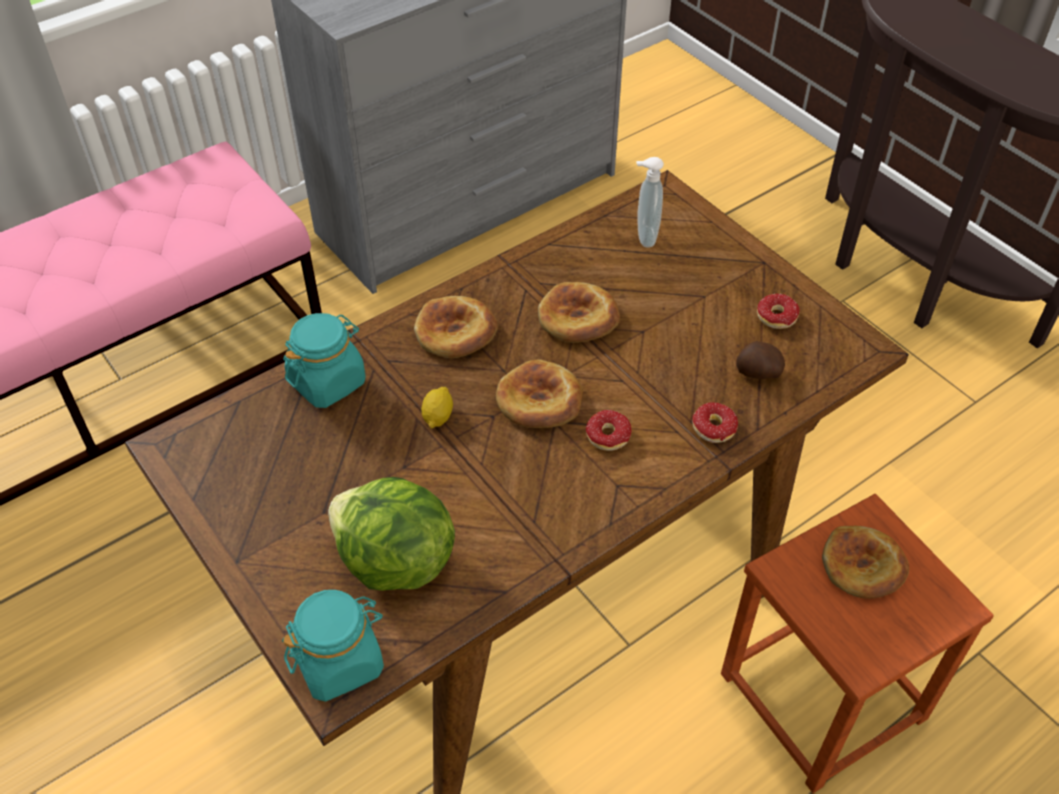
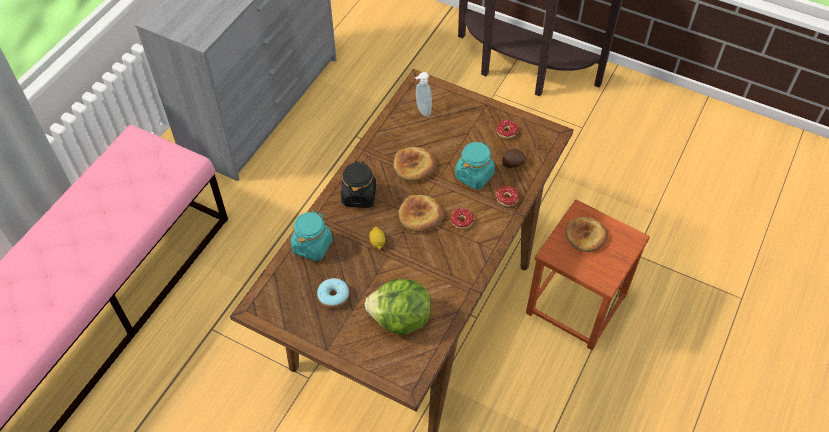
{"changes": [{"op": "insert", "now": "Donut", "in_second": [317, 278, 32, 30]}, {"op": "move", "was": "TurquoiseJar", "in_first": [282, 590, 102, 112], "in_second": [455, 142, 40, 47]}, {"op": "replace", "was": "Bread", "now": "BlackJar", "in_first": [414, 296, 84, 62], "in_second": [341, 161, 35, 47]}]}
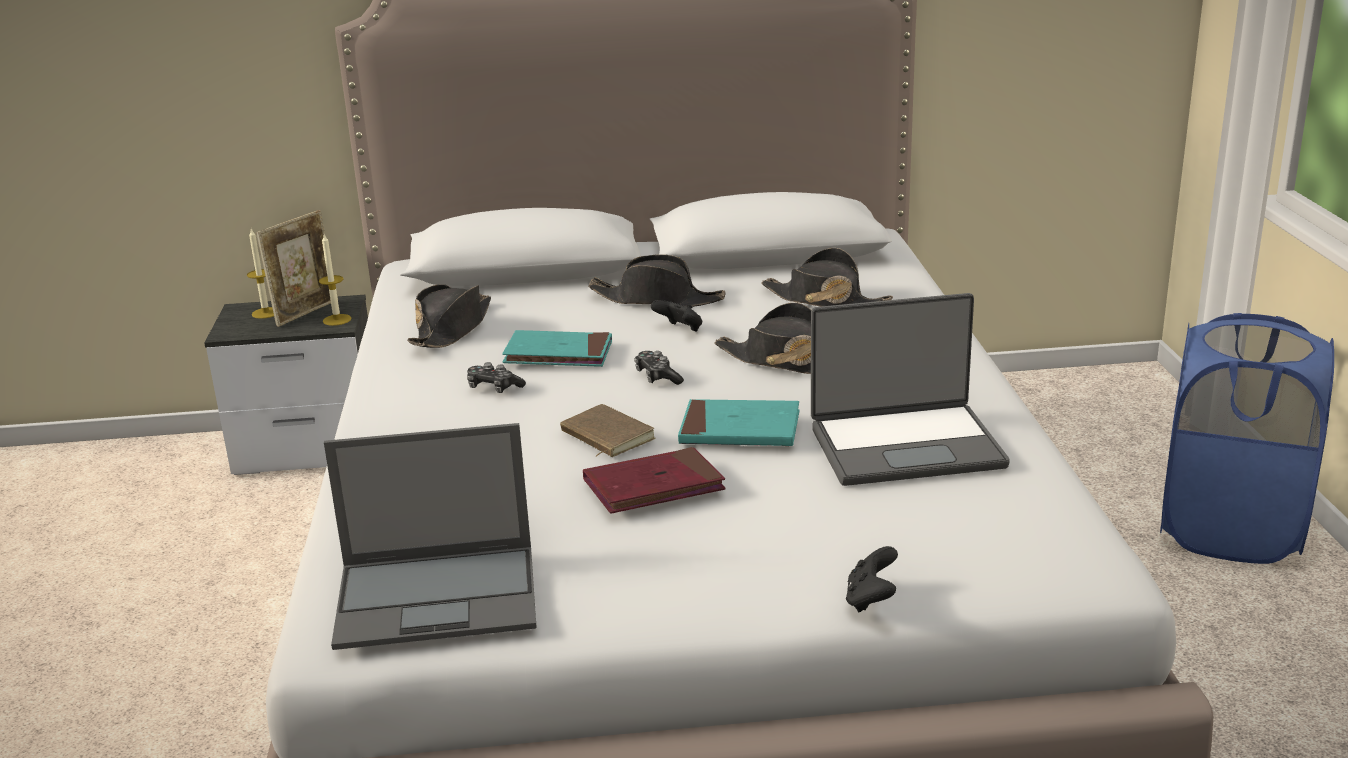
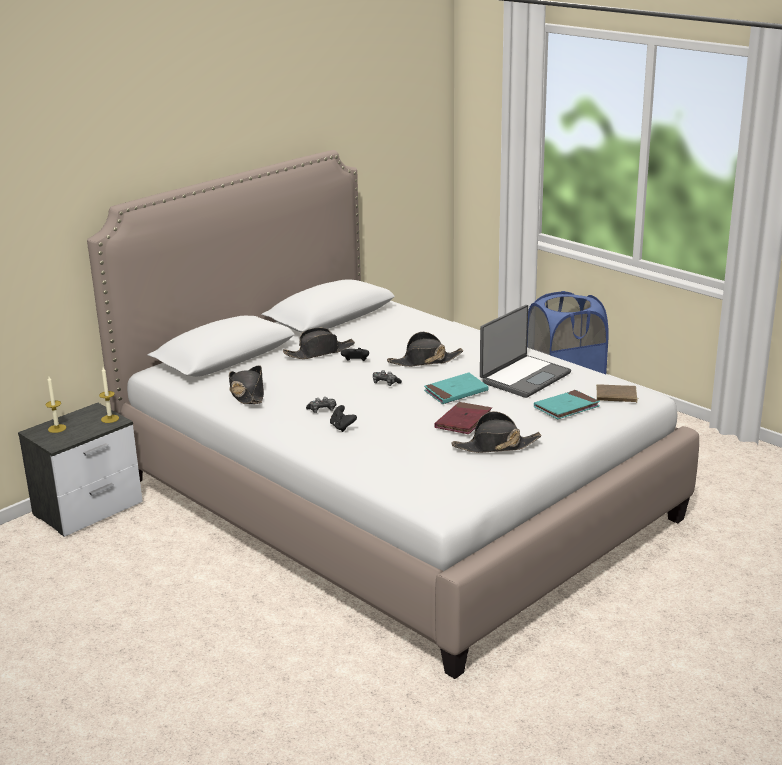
{"changes": [{"op": "delete", "was": "PictureFrame", "in_first": [256, 210, 82, 117]}, {"op": "delete", "was": "Laptop", "in_first": [324, 423, 213, 227]}, {"op": "move", "was": "TurquoiseBook", "in_first": [502, 330, 110, 37], "in_second": [534, 390, 66, 29]}, {"op": "move", "was": "BrownBook", "in_first": [560, 404, 95, 53], "in_second": [596, 384, 43, 19]}, {"op": "move", "was": "BlackHat", "in_first": [761, 248, 132, 59], "in_second": [451, 411, 91, 42]}, {"op": "move", "was": "BlackGameController", "in_first": [846, 546, 52, 66], "in_second": [330, 405, 27, 27]}]}
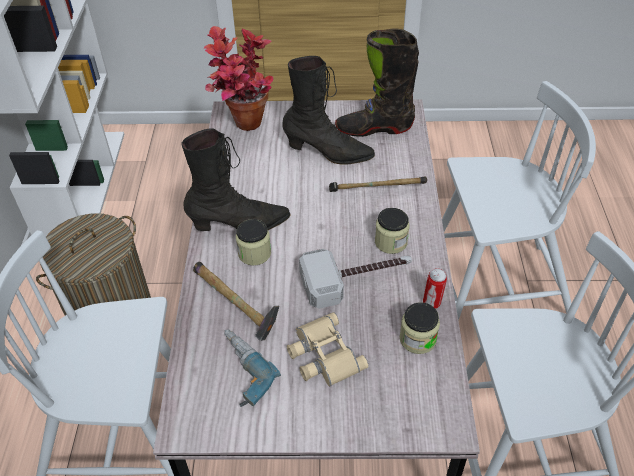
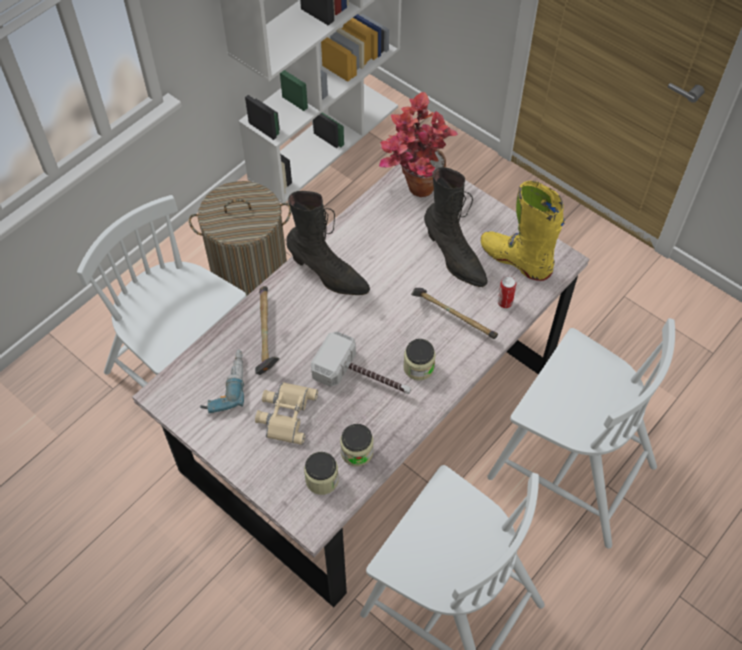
{"changes": [{"op": "move", "was": "Jar", "in_first": [236, 219, 35, 46], "in_second": [304, 452, 35, 43]}, {"op": "move", "was": "Can", "in_first": [423, 268, 24, 41], "in_second": [498, 276, 18, 32]}, {"op": "recolor", "was": "BlackBoot", "now": "YellowBoot", "in_first": [335, 29, 84, 108], "in_second": [481, 181, 84, 100]}]}
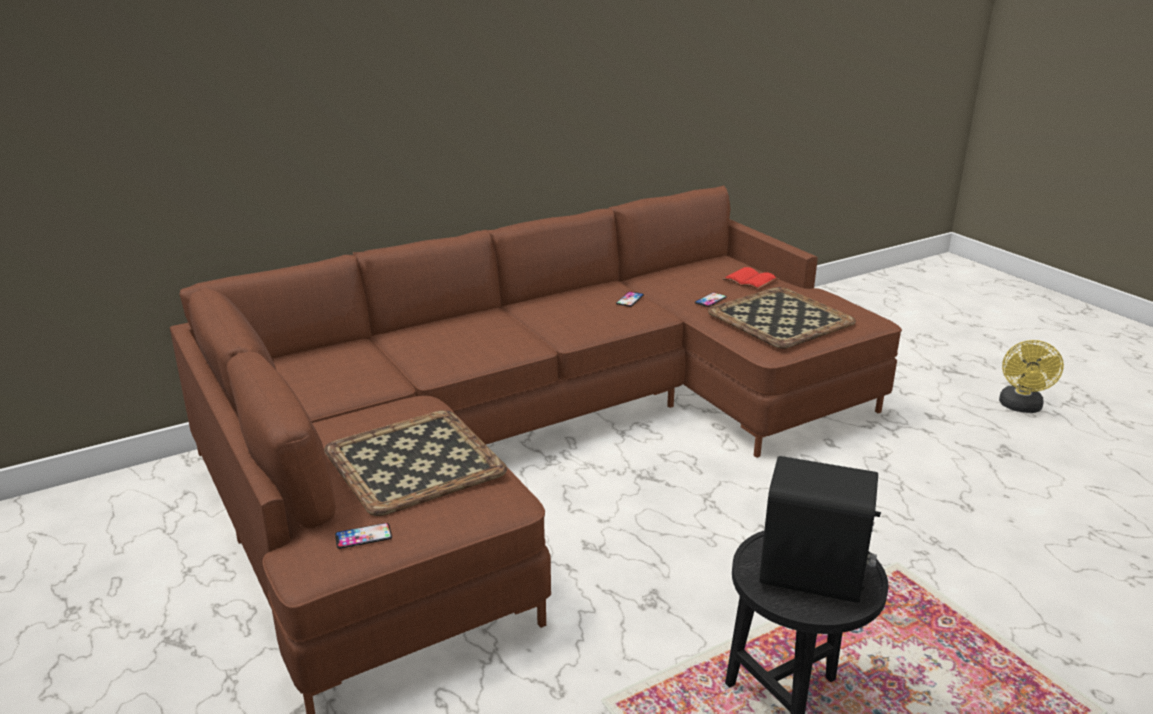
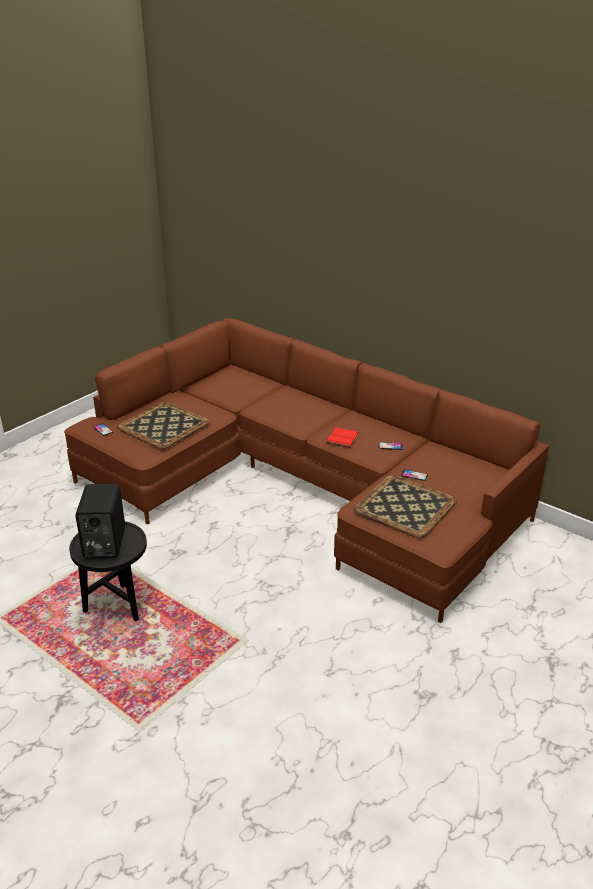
{"changes": [{"op": "delete", "was": "YellowFan", "in_first": [999, 340, 65, 73]}, {"op": "move", "was": "RedBook", "in_first": [723, 267, 55, 23], "in_second": [326, 428, 34, 20]}]}
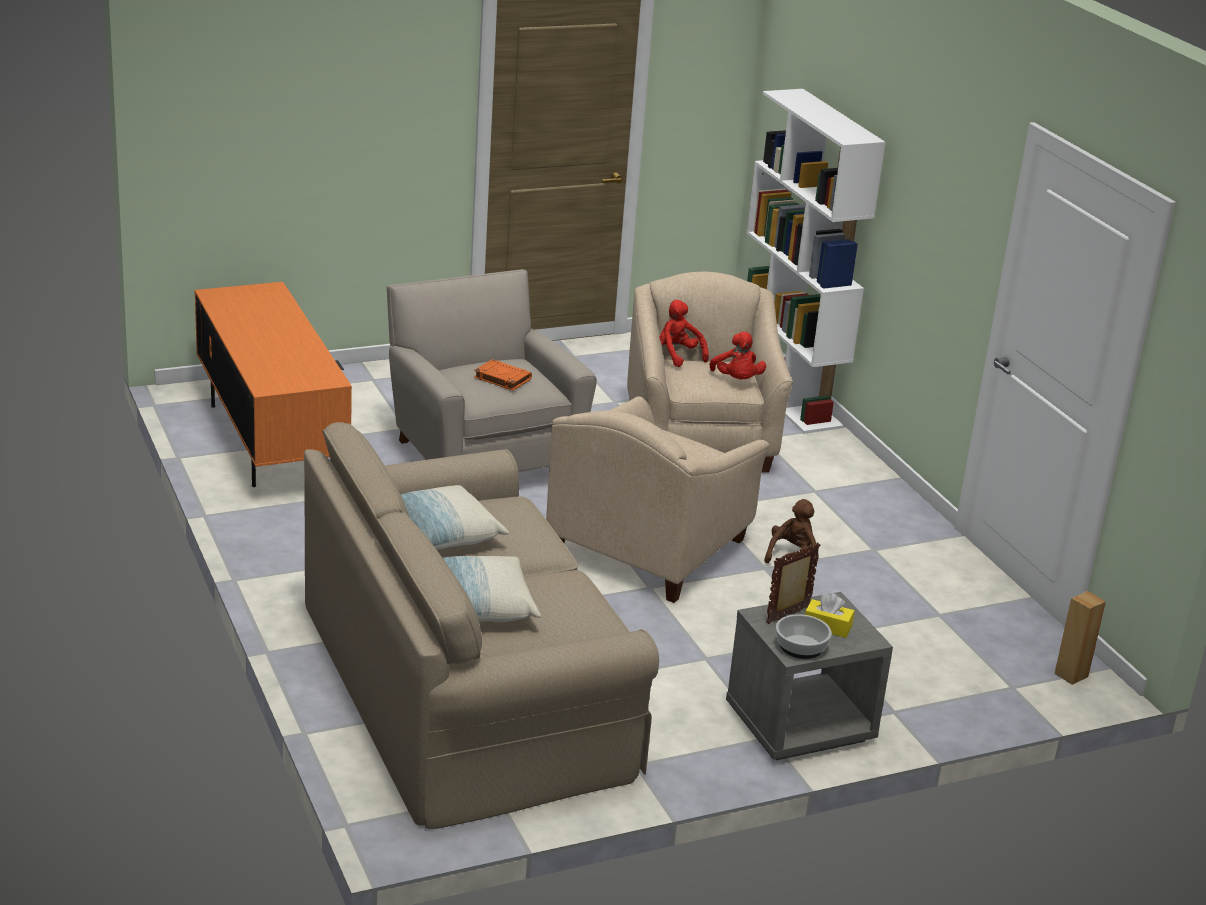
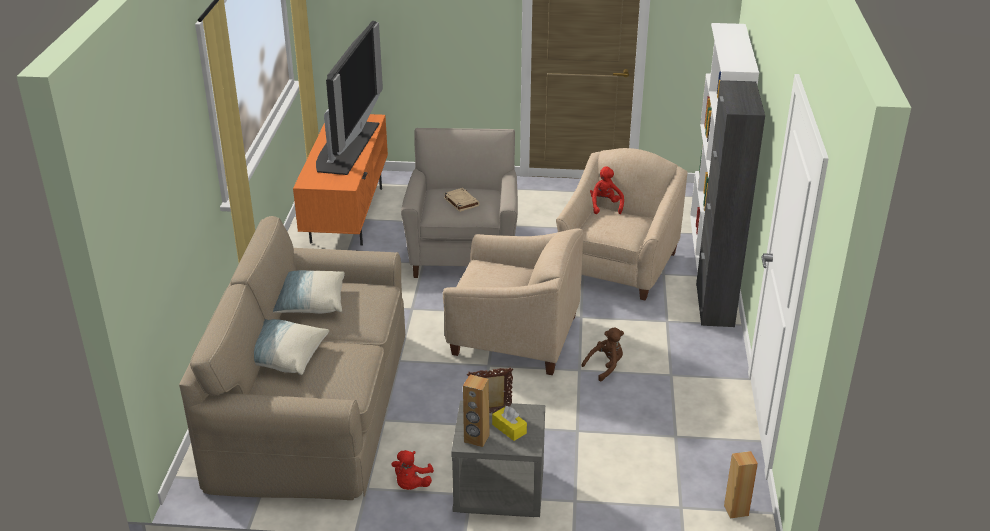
{"changes": [{"op": "insert", "now": "Television", "in_second": [316, 21, 67, 154]}, {"op": "insert", "now": "BlackCabinet", "in_second": [696, 80, 69, 247]}, {"op": "move", "was": "RedPlushToy", "in_first": [710, 332, 56, 47], "in_second": [391, 450, 43, 40]}, {"op": "replace", "was": "Bowl", "now": "BrownSpeaker", "in_first": [776, 614, 56, 45], "in_second": [463, 374, 27, 73]}, {"op": "recolor", "was": "OrangeBook", "now": "BeigeBook", "in_first": [474, 359, 58, 32], "in_second": [444, 188, 36, 24]}, {"op": "rotate", "was": "BeigeArmchair", "in_first": [546, 396, 223, 207], "in_second": [443, 229, 140, 146], "clockwise": -135}]}
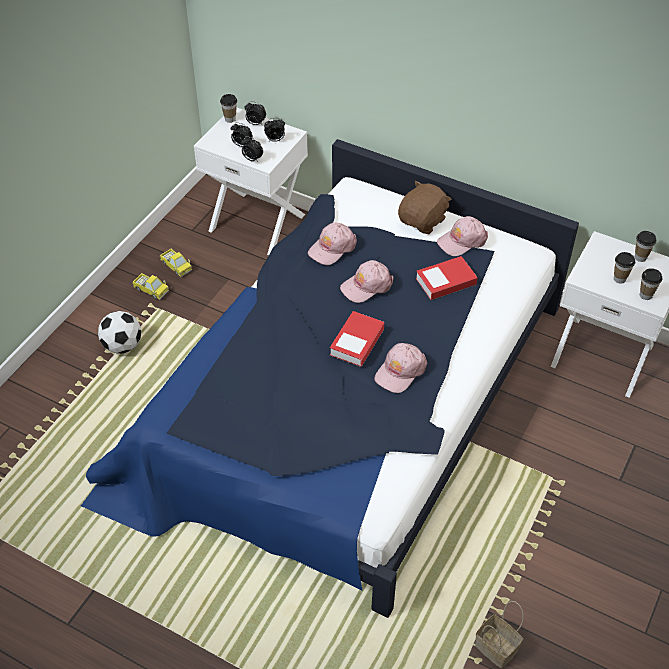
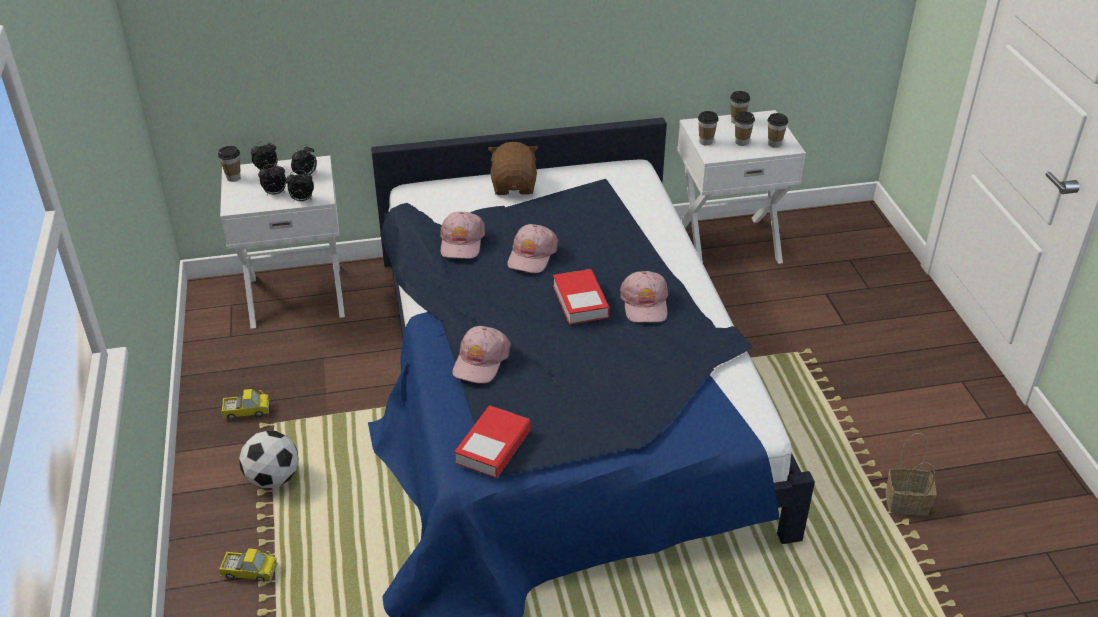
{"changes": [{"op": "insert", "now": "Cup", "in_second": [698, 111, 21, 35]}, {"op": "move", "was": "ToyTruck", "in_first": [160, 249, 32, 28], "in_second": [219, 548, 59, 34]}, {"op": "move", "was": "Book", "in_first": [416, 256, 61, 44], "in_second": [454, 405, 77, 73]}, {"op": "move", "was": "PinkCap", "in_first": [437, 216, 51, 40], "in_second": [452, 326, 59, 58]}]}
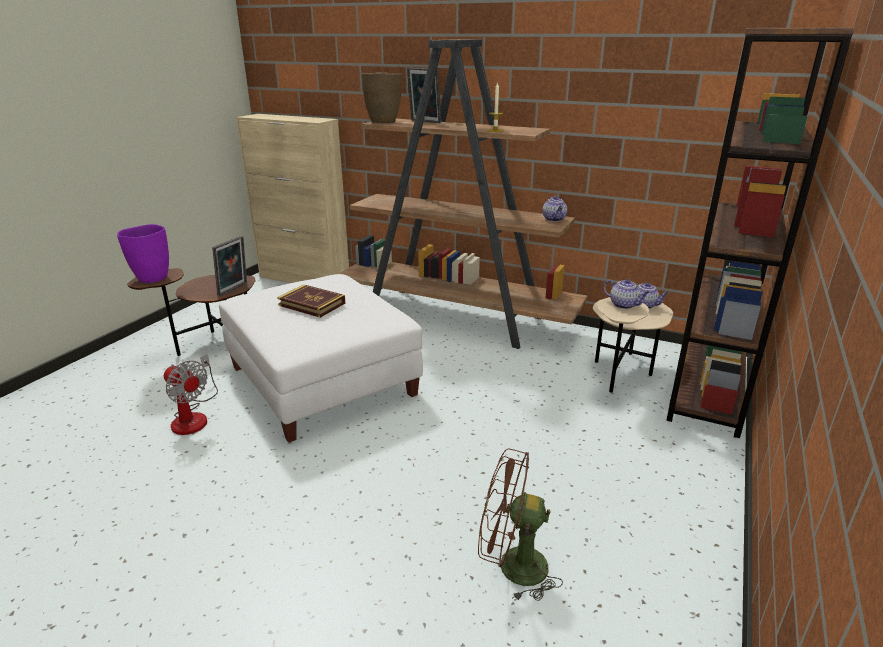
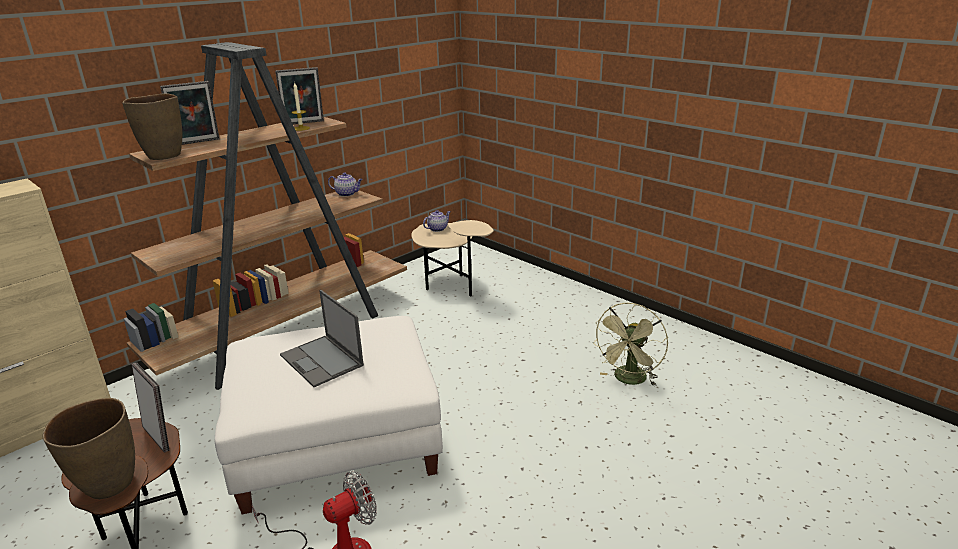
{"changes": [{"op": "delete", "was": "Teapot", "in_first": [603, 279, 47, 30]}, {"op": "delete", "was": "BrownBookcase", "in_first": [666, 28, 189, 410]}, {"op": "insert", "now": "PictureFrame", "in_second": [275, 67, 49, 57]}, {"op": "replace", "was": "Book", "now": "Laptop", "in_first": [277, 285, 69, 33], "in_second": [280, 290, 84, 97]}, {"op": "recolor", "was": "PurpleVase", "now": "BrownVase", "in_first": [117, 224, 52, 59], "in_second": [43, 398, 92, 101]}, {"op": "recolor", "was": "BrownFan", "now": "GreenFan", "in_first": [478, 449, 85, 152], "in_second": [593, 303, 75, 83]}]}
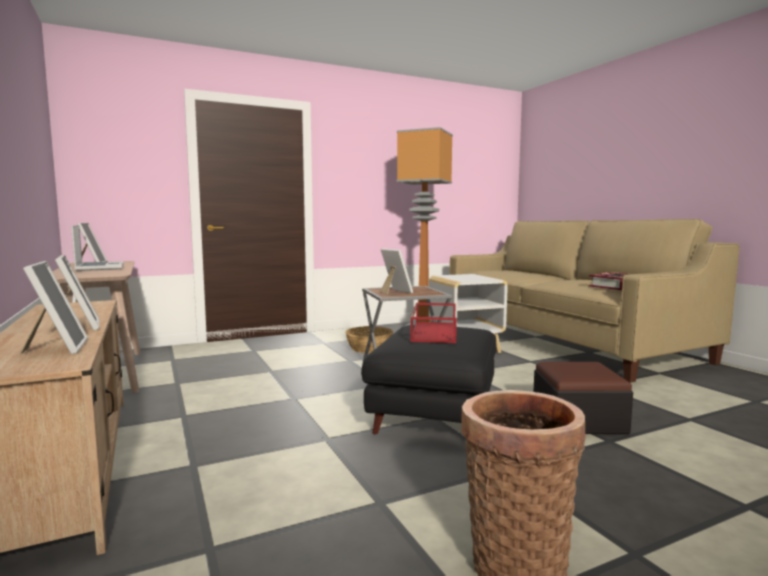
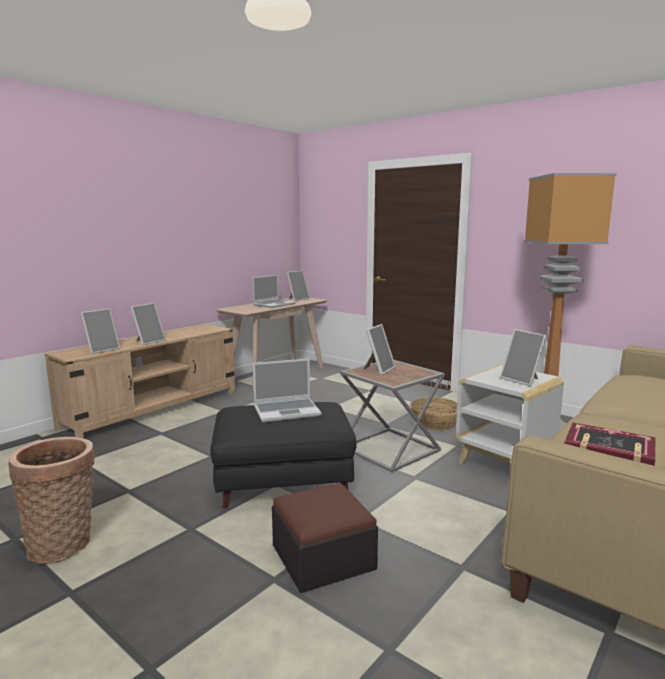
{"changes": [{"op": "insert", "now": "PictureFrame", "in_second": [500, 329, 47, 57]}, {"op": "replace", "was": "RedTray", "now": "Laptop", "in_first": [410, 303, 47, 40], "in_second": [253, 358, 68, 64]}]}
